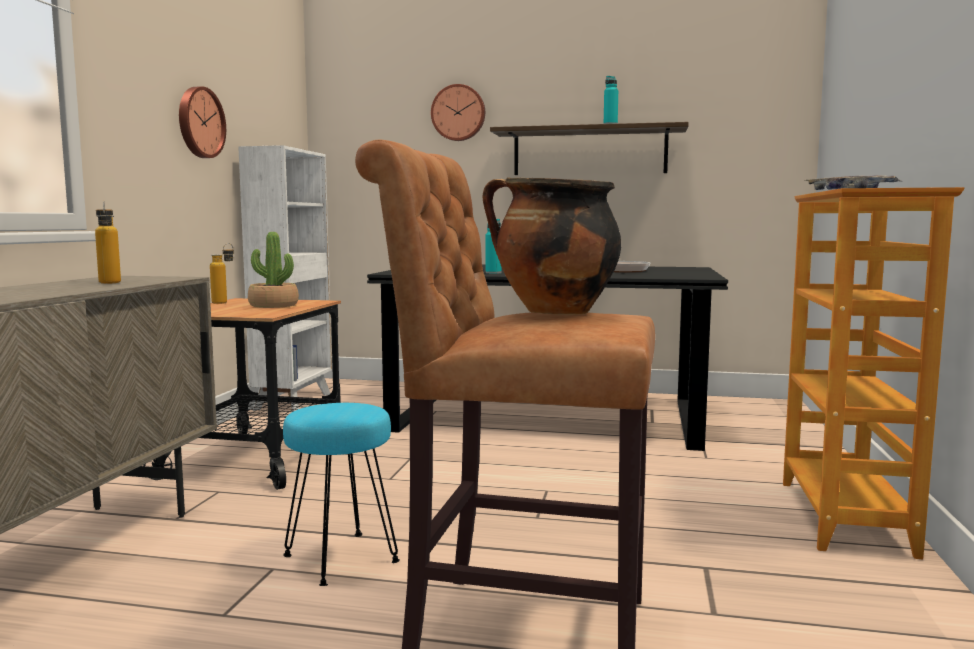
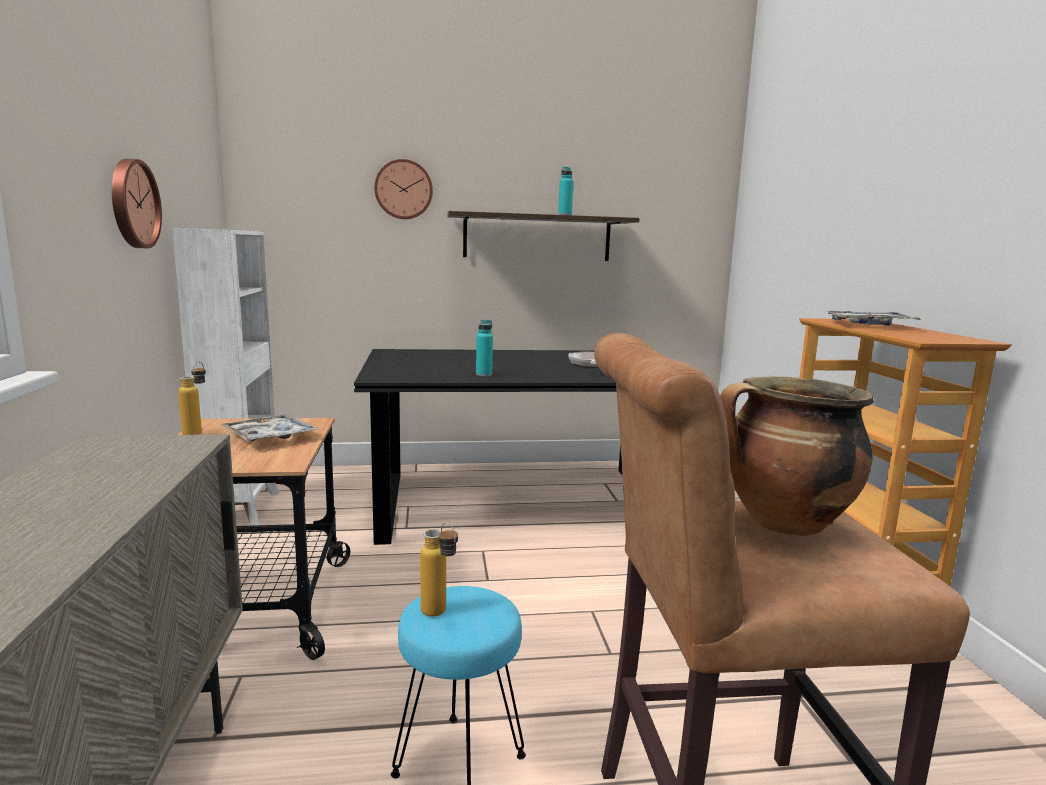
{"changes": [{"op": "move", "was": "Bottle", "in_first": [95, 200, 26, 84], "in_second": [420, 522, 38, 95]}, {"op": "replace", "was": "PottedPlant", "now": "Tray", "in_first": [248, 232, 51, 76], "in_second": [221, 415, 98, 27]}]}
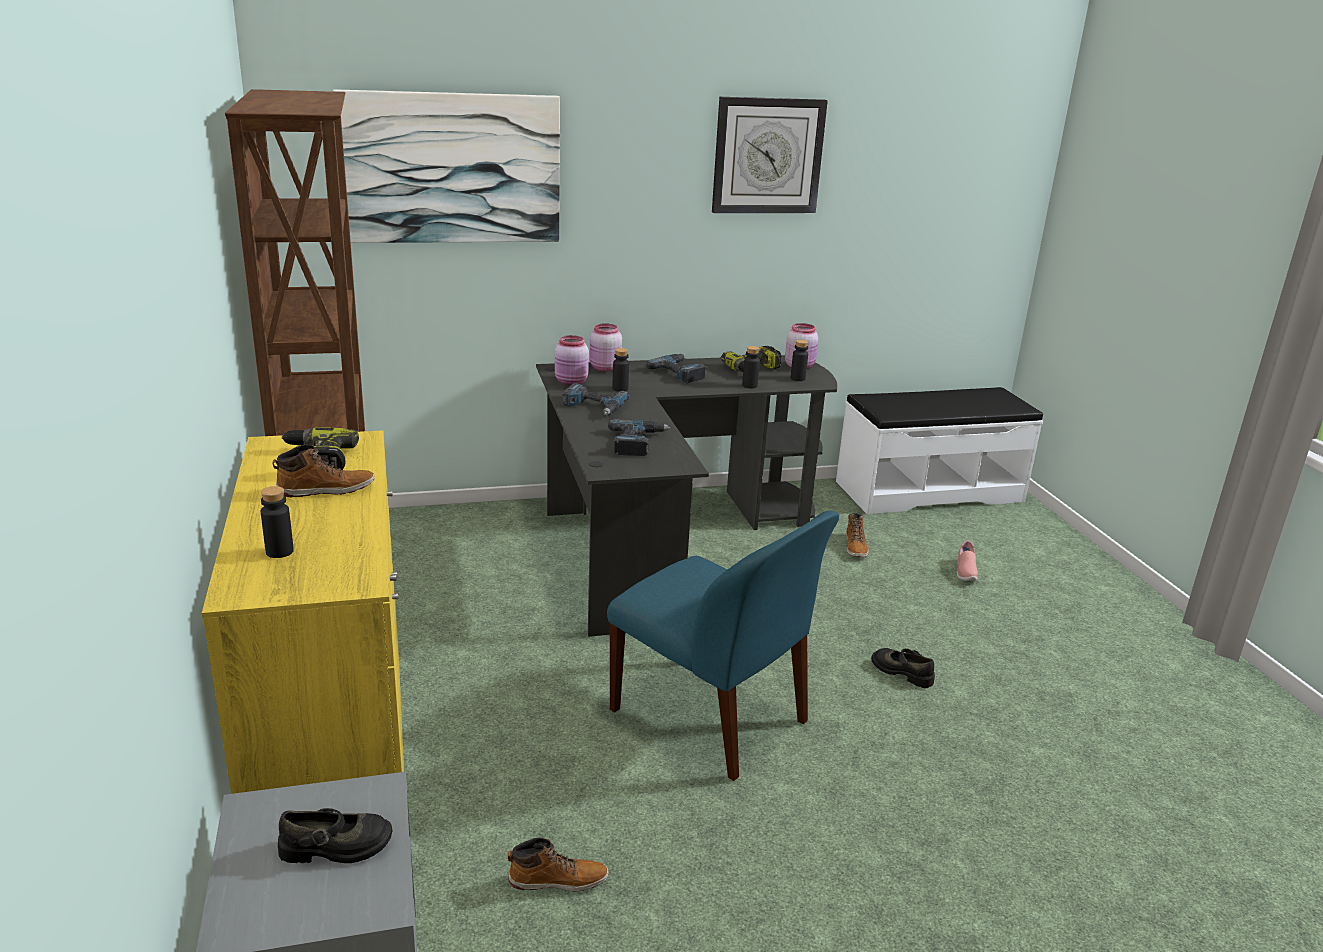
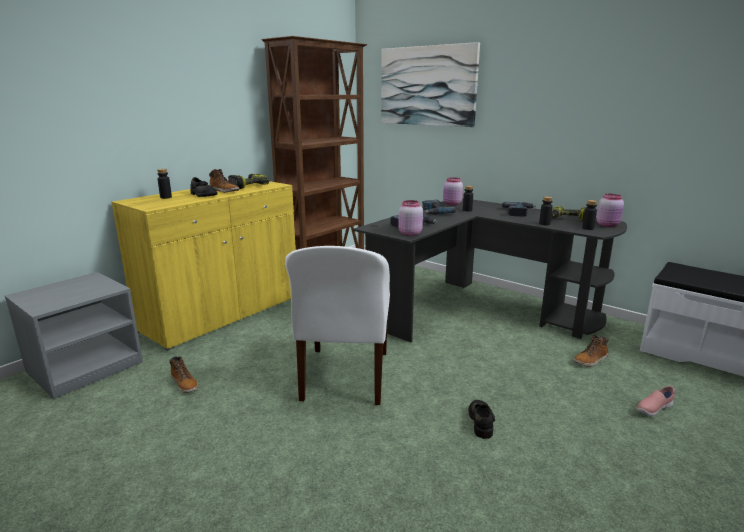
{"changes": [{"op": "delete", "was": "WallClock", "in_first": [712, 97, 116, 116]}, {"op": "move", "was": "BlackShoe", "in_first": [278, 808, 114, 55], "in_second": [190, 177, 28, 20]}, {"op": "move", "was": "PinkJar", "in_first": [589, 323, 33, 49], "in_second": [398, 200, 25, 36]}, {"op": "recolor", "was": "BlueChair", "now": "WhiteChair", "in_first": [607, 511, 232, 270], "in_second": [285, 246, 105, 159]}]}
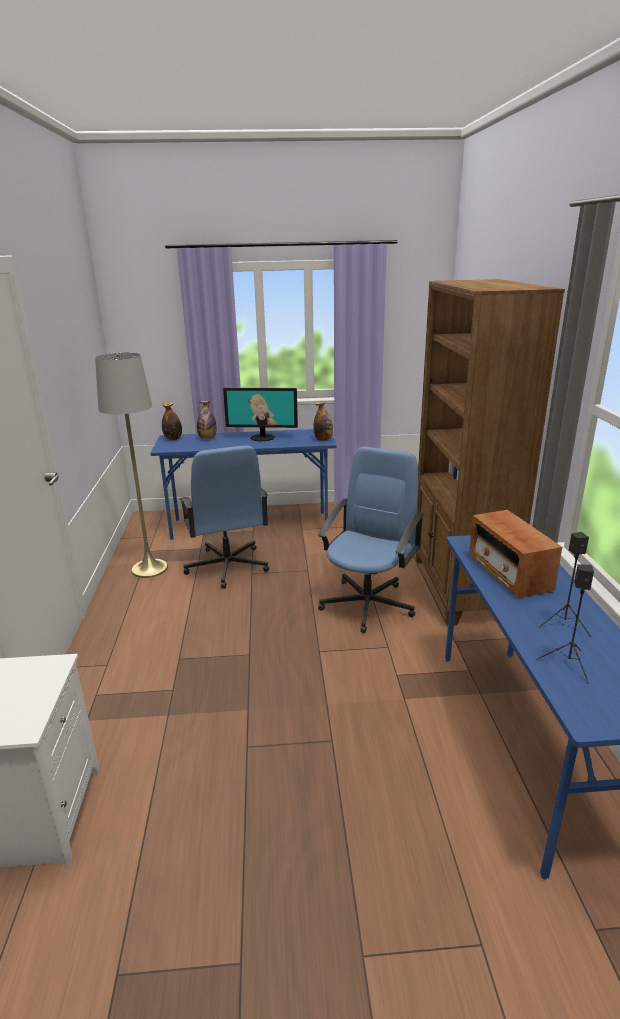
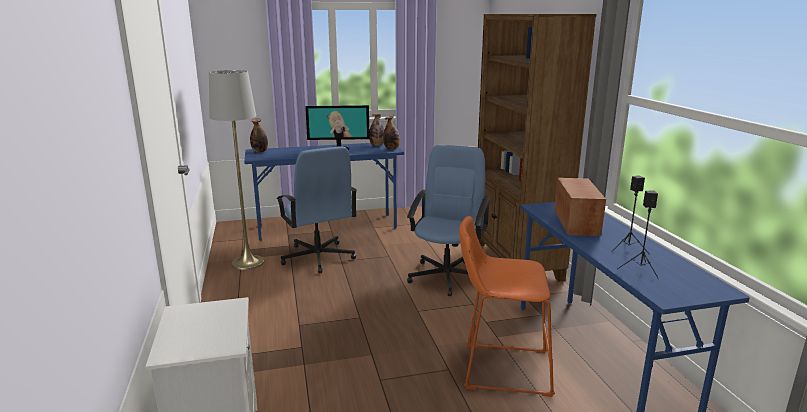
{"changes": [{"op": "insert", "now": "OrangeStool", "in_second": [459, 216, 96, 181]}, {"op": "move", "was": "Bottle", "in_first": [197, 401, 20, 38], "in_second": [369, 114, 15, 32]}, {"op": "rotate", "was": "Radio", "in_first": [469, 510, 93, 88], "in_second": [554, 178, 52, 58], "clockwise": -150}]}
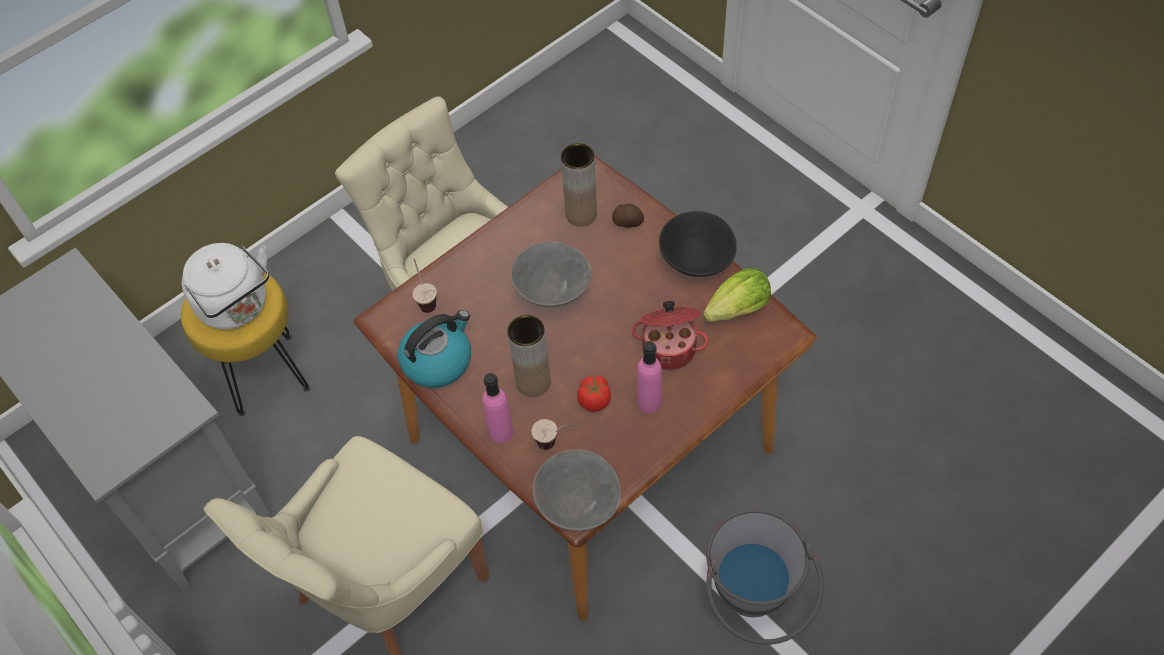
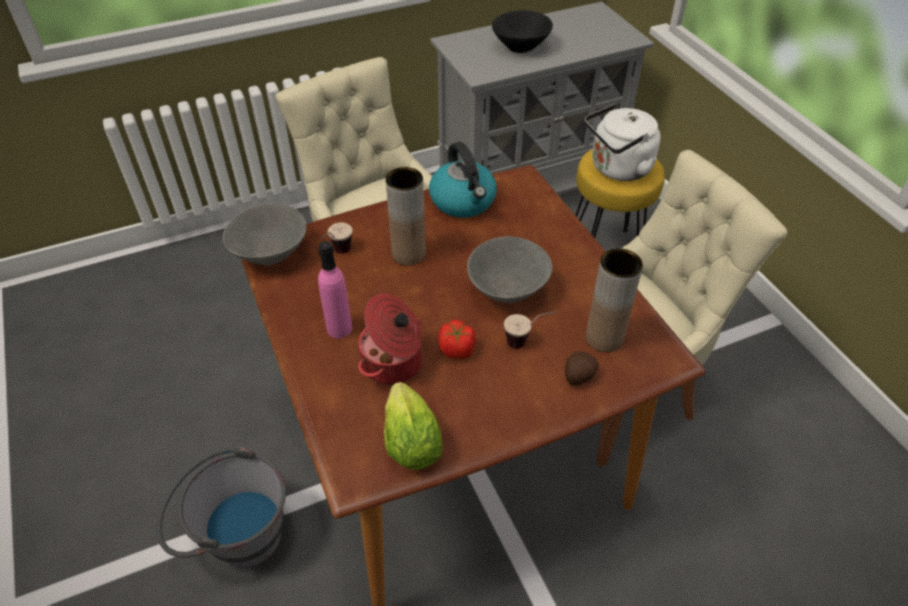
{"changes": [{"op": "delete", "was": "PinkBottle", "in_first": [483, 373, 30, 70]}, {"op": "move", "was": "Cup", "in_first": [412, 259, 25, 54], "in_second": [504, 311, 53, 38]}, {"op": "move", "was": "Tomato", "in_first": [577, 376, 34, 36], "in_second": [438, 320, 38, 39]}, {"op": "move", "was": "BlackBowl", "in_first": [659, 211, 78, 66], "in_second": [492, 10, 61, 43]}]}
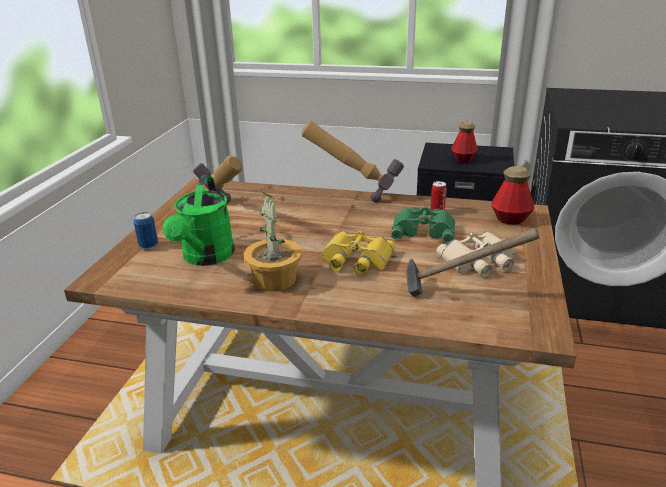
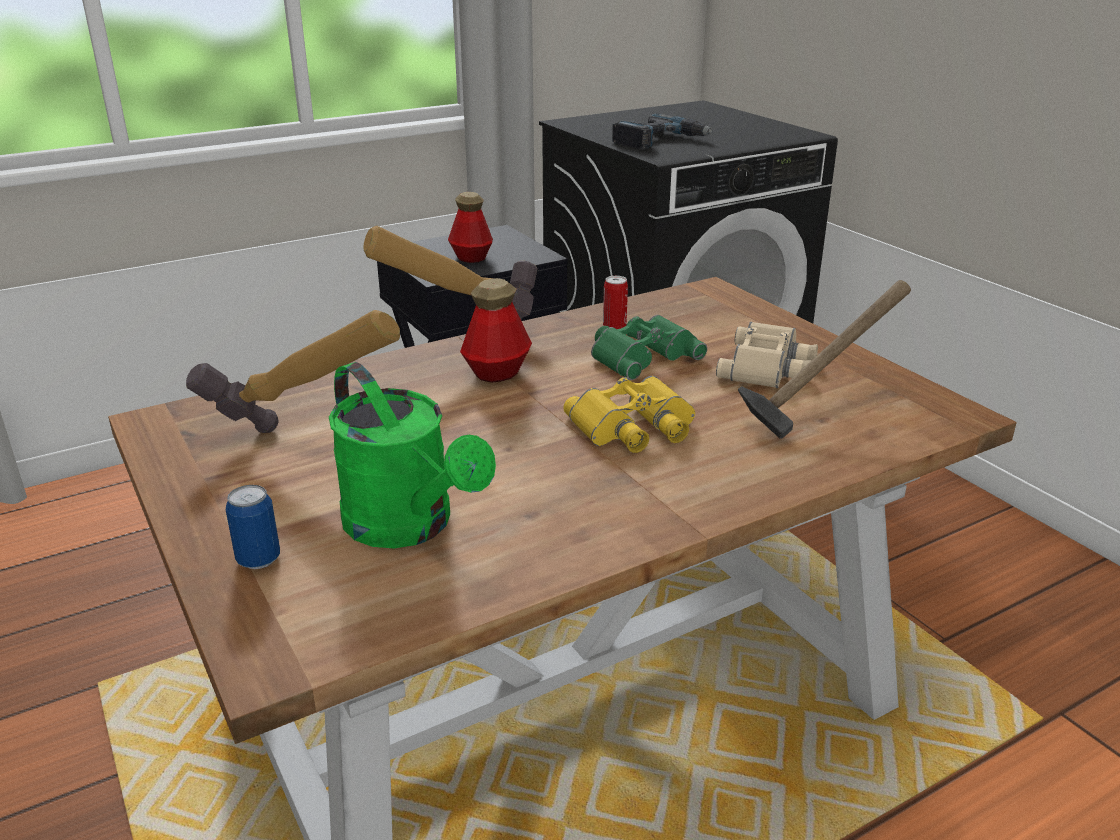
{"changes": [{"op": "delete", "was": "PottedPlant", "in_first": [244, 191, 58, 101]}, {"op": "insert", "now": "PowerDrill", "in_second": [612, 114, 101, 36]}, {"op": "move", "was": "Bottle", "in_first": [492, 166, 42, 58], "in_second": [460, 278, 72, 105]}]}
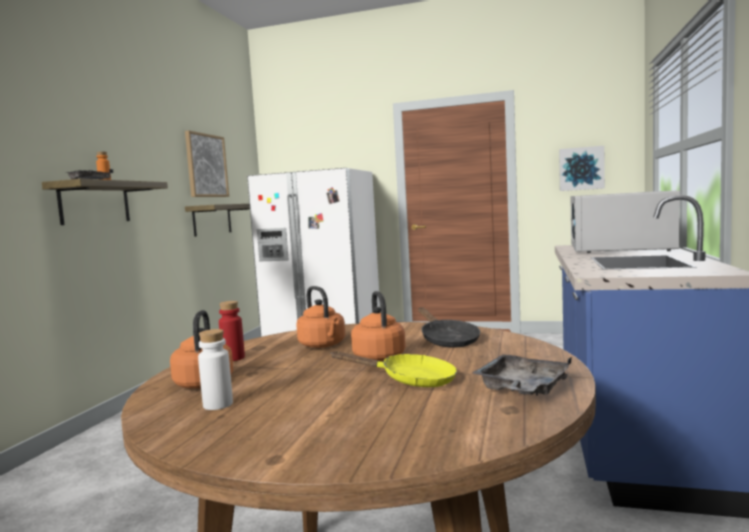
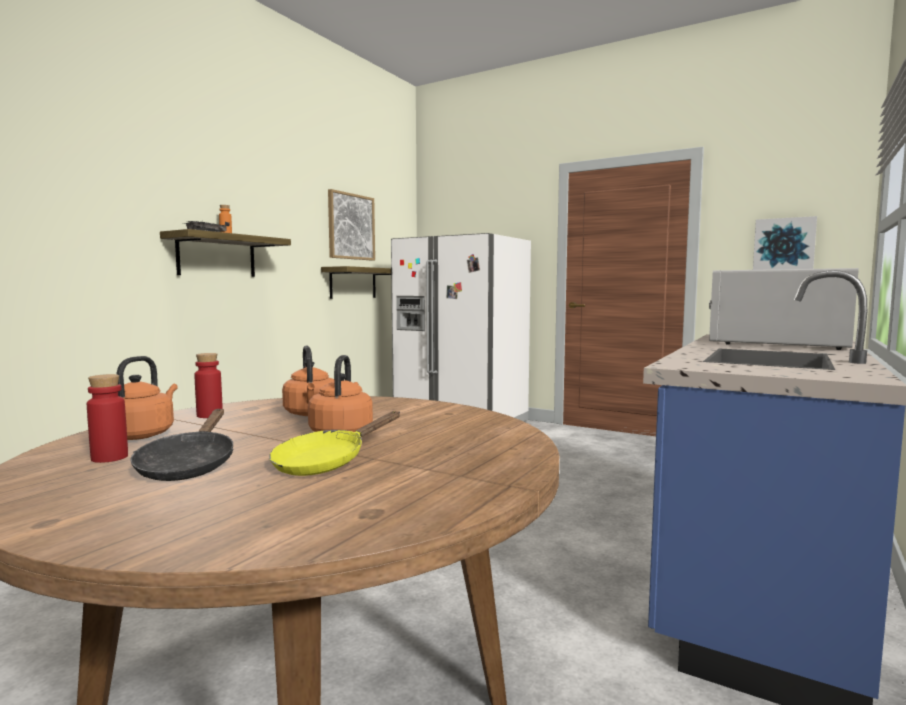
{"changes": [{"op": "delete", "was": "GreyTray", "in_first": [473, 354, 99, 42]}, {"op": "move", "was": "BlackFryingPan", "in_first": [418, 307, 62, 41], "in_second": [130, 409, 103, 72]}, {"op": "recolor", "was": "WhiteBottle", "now": "RedBottle", "in_first": [198, 329, 35, 81], "in_second": [87, 374, 41, 89]}, {"op": "rotate", "was": "YellowFryingPan", "in_first": [330, 351, 127, 36], "in_second": [269, 411, 131, 65], "clockwise": 105}]}
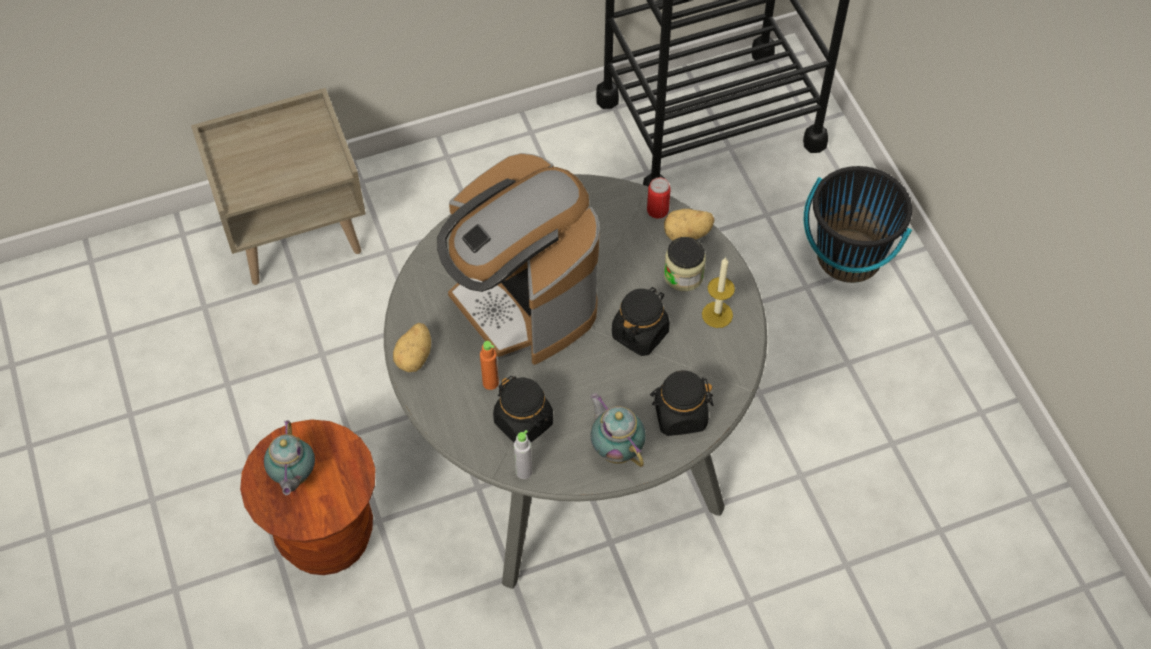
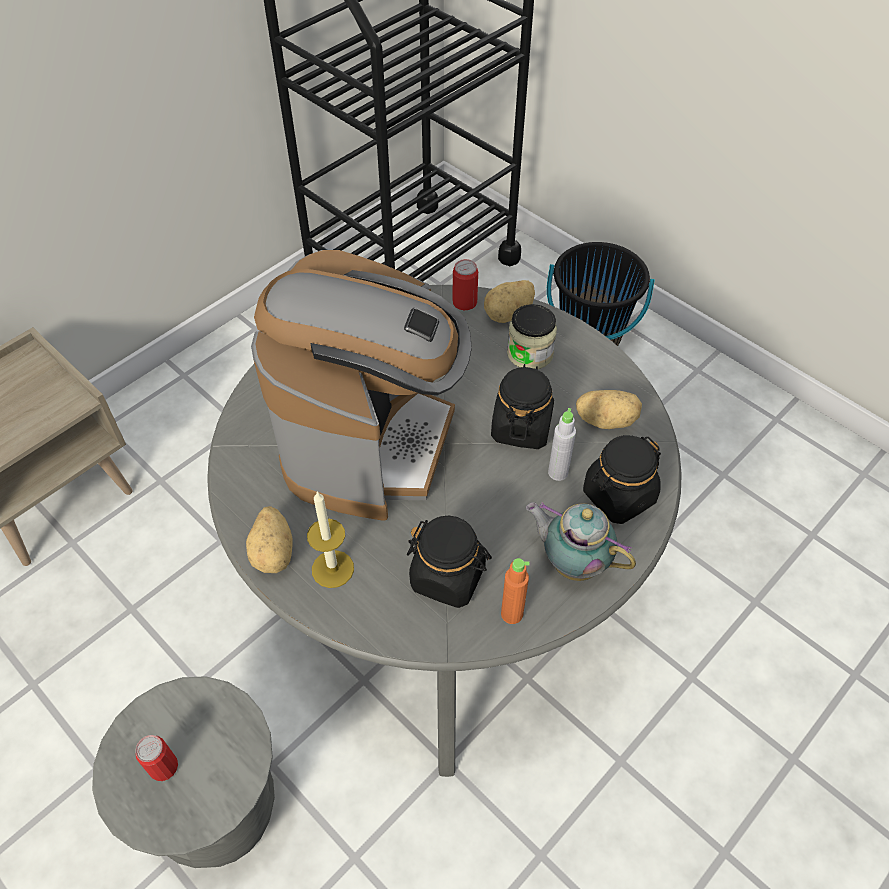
{"changes": [{"op": "insert", "now": "Potato", "in_second": [576, 390, 66, 39]}, {"op": "move", "was": "OrangeBottle", "in_first": [480, 341, 19, 49], "in_second": [501, 558, 29, 66]}, {"op": "move", "was": "GreyBottle", "in_first": [514, 430, 18, 49], "in_second": [548, 408, 28, 73]}, {"op": "move", "was": "Candle", "in_first": [702, 257, 33, 71], "in_second": [307, 491, 47, 97]}, {"op": "replace", "was": "Teapot", "now": "Can", "in_first": [264, 420, 51, 75], "in_second": [135, 735, 43, 46]}, {"op": "recolor", "was": "BrownStool", "now": "GreyStool", "in_first": [240, 419, 135, 156], "in_second": [92, 676, 183, 192]}, {"op": "rotate", "was": "CoffeeMachine", "in_first": [437, 153, 163, 212], "in_second": [251, 250, 221, 271], "clockwise": -105}]}
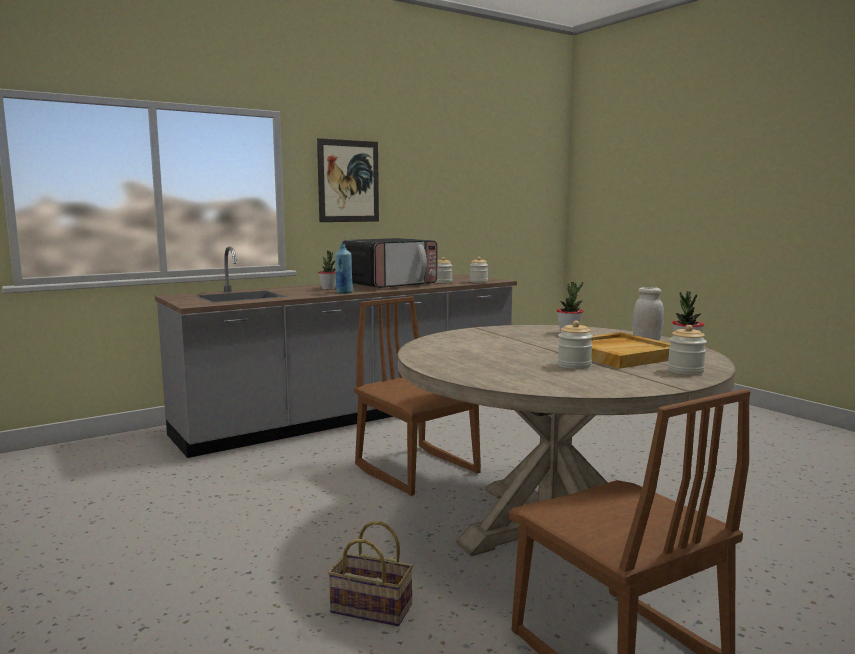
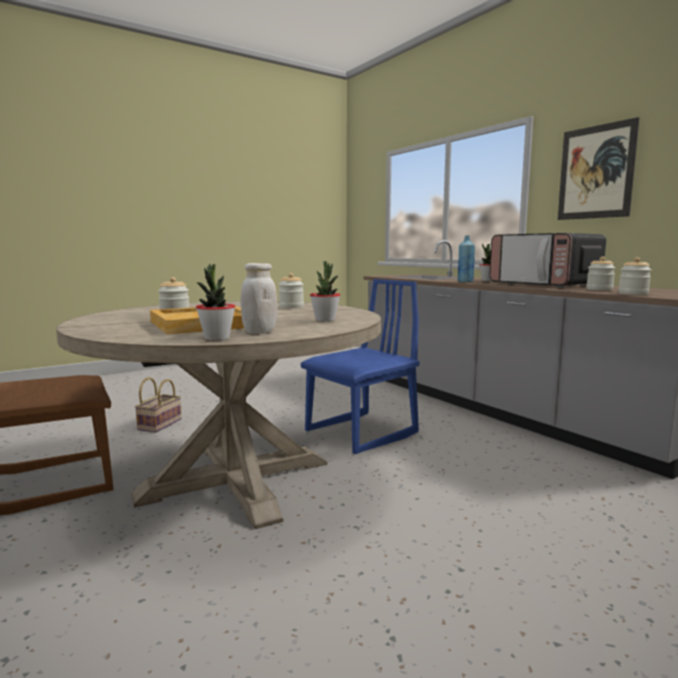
{"changes": [{"op": "move", "was": "Jar", "in_first": [668, 325, 39, 50], "in_second": [279, 273, 25, 35]}, {"op": "recolor", "was": "BrownChair", "now": "BlueChair", "in_first": [354, 296, 127, 200], "in_second": [301, 279, 119, 175]}]}
